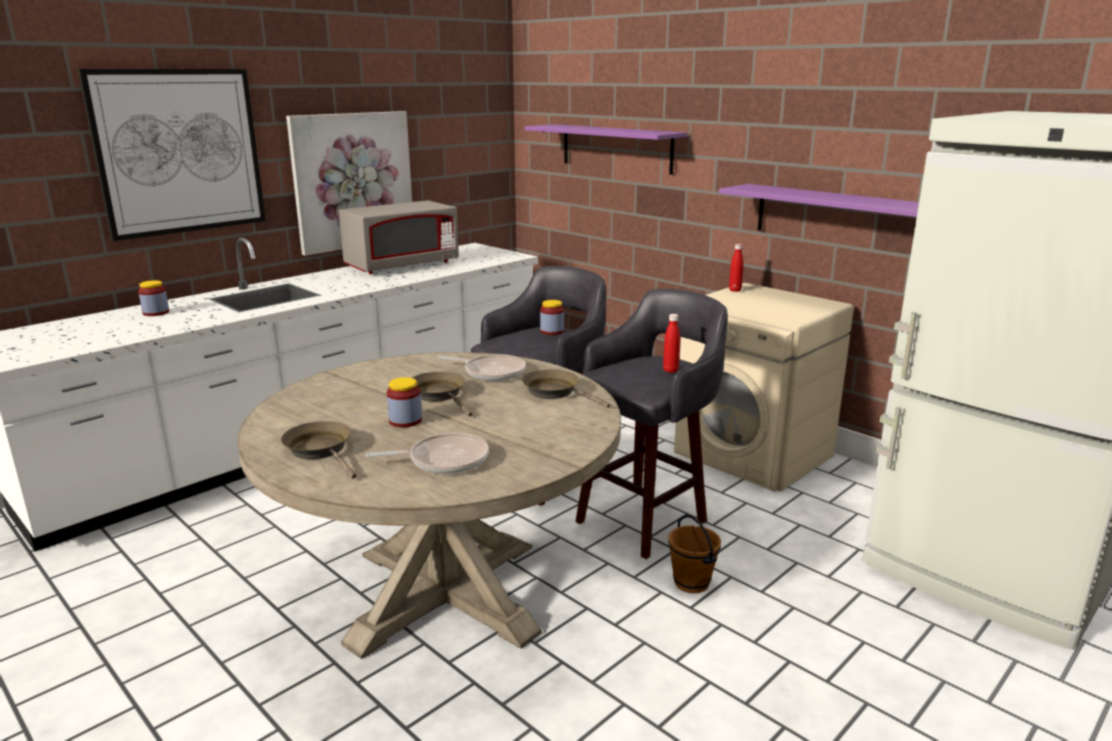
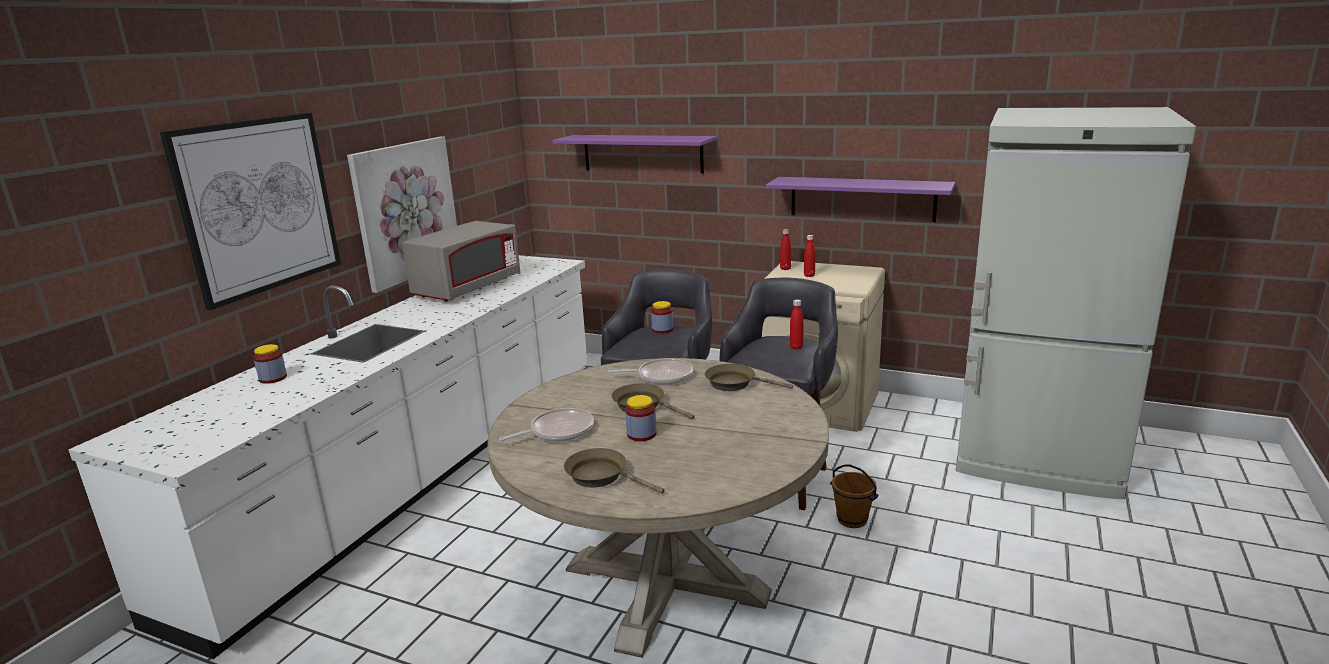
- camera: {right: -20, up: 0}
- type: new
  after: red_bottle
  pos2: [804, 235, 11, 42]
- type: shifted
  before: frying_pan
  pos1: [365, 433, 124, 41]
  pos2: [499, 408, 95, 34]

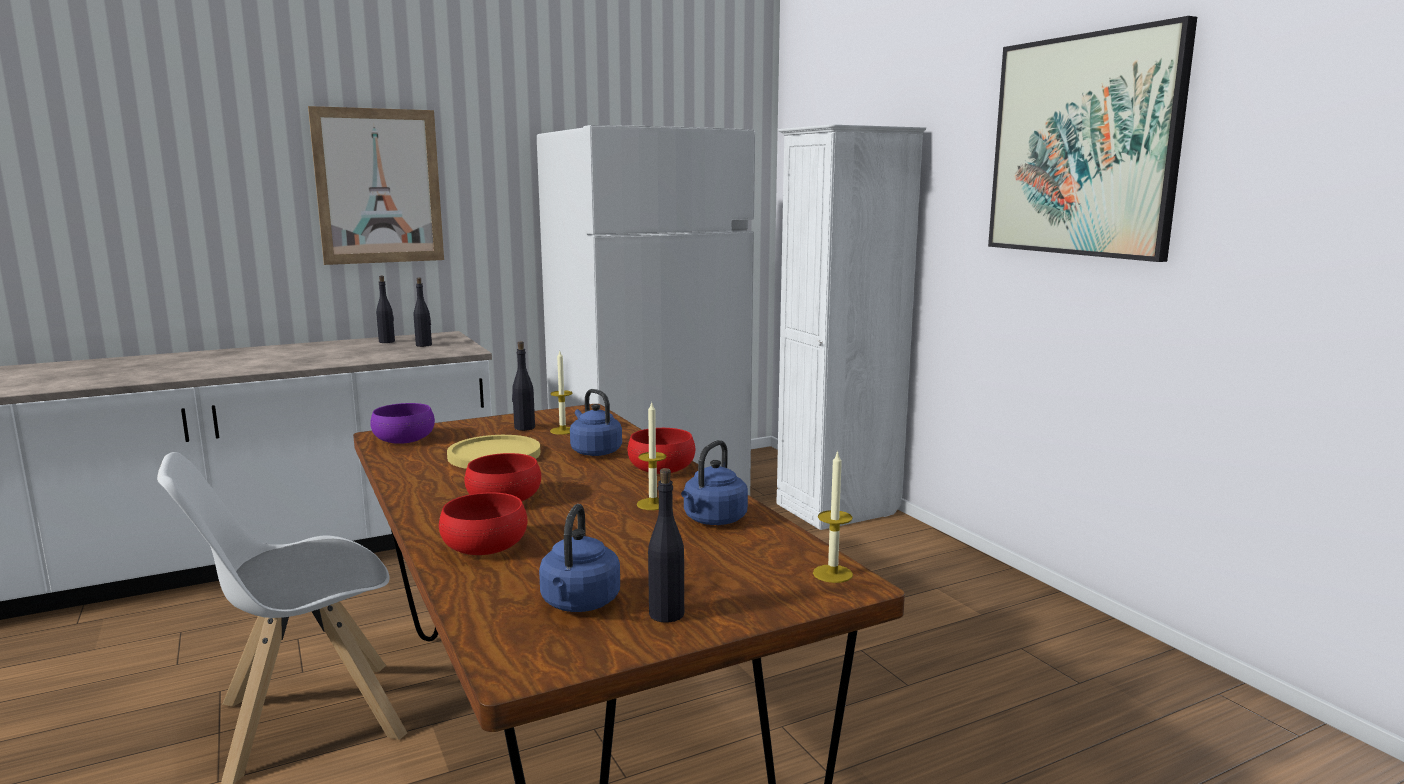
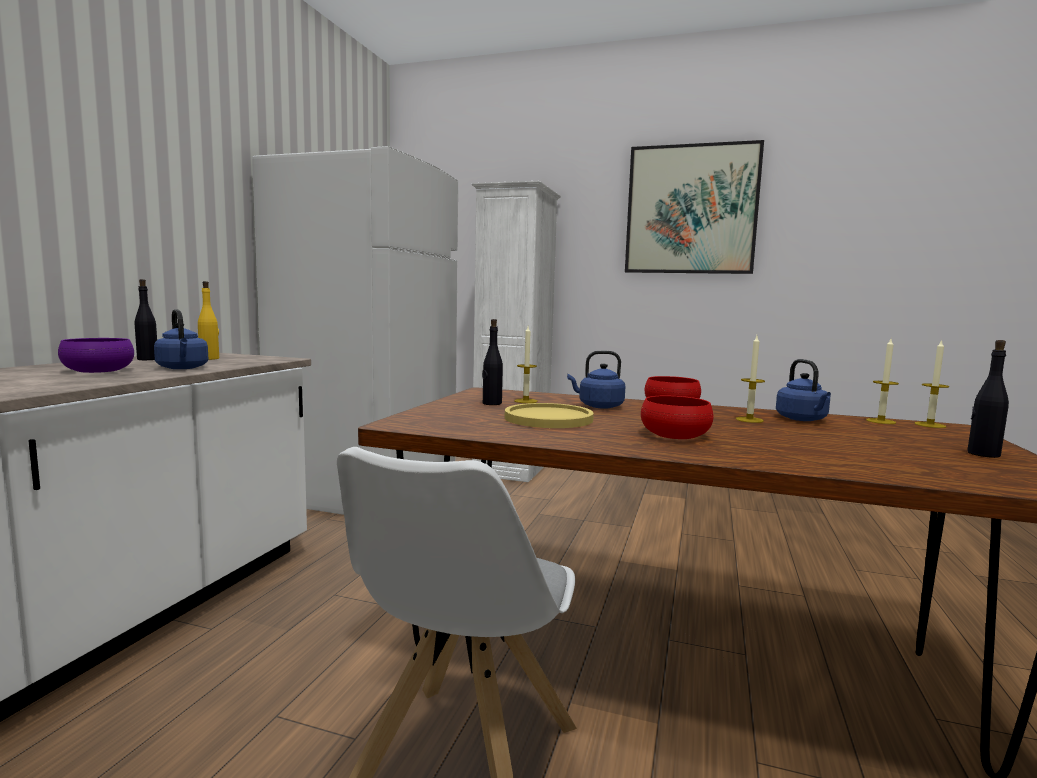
- camera: {right: -45, up: -5}
- type: gone
  before: picture
  pos1: [308, 106, 136, 159]
- type: gone
  before: red_bowl
  pos1: [439, 492, 88, 63]
- type: new
  after: candle
  pos2: [866, 339, 33, 85]
- type: shifted
  before: purple_bowl
  pos1: [370, 403, 65, 41]
  pos2: [58, 338, 76, 35]
- type: shifted
  before: blue_kettle
  pos1: [539, 504, 81, 108]
  pos2: [154, 309, 54, 60]
- type: repainted
  before: black_bottle
  after: yellow_bottle
  pos1: [414, 278, 18, 69]
  pos2: [198, 281, 21, 79]

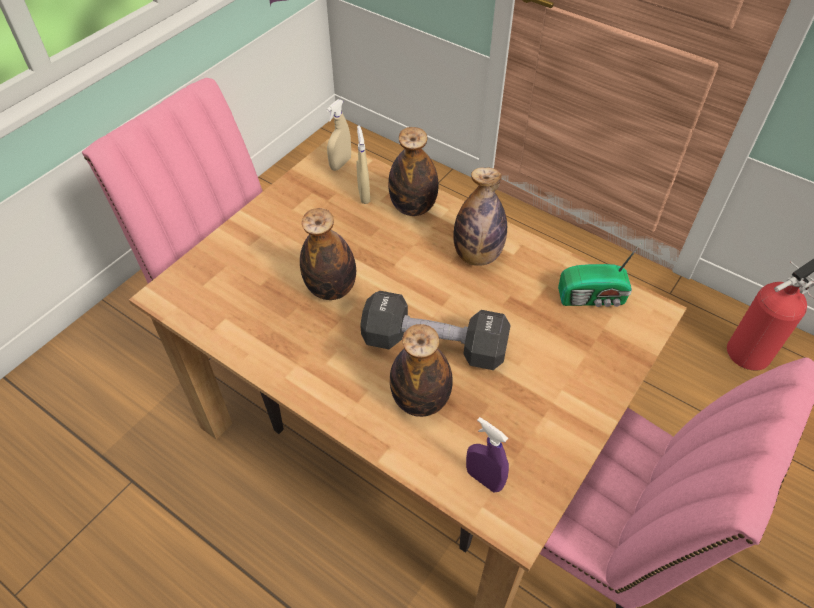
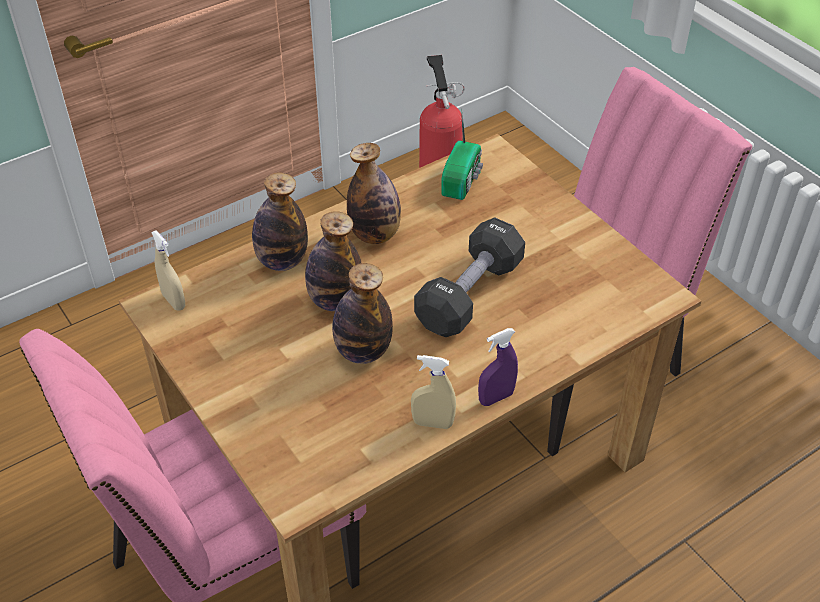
- camera: {right: -70, up: -5}
- type: shifted
  before: beige_spray_bottle
  pos1: [357, 125, 13, 79]
  pos2: [411, 355, 45, 74]
- type: shifted
  before: bottle
  pos1: [390, 324, 63, 93]
  pos2: [305, 211, 56, 100]
- type: shifted
  before: purple_spray_bottle
  pos1: [466, 417, 43, 76]
  pos2: [478, 328, 40, 78]

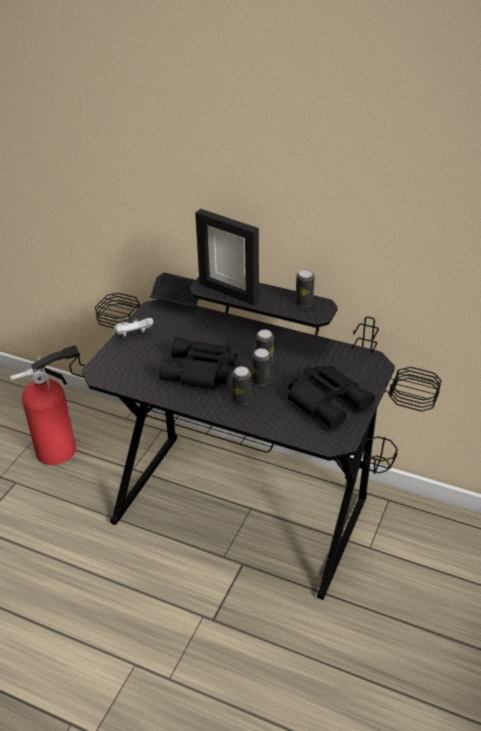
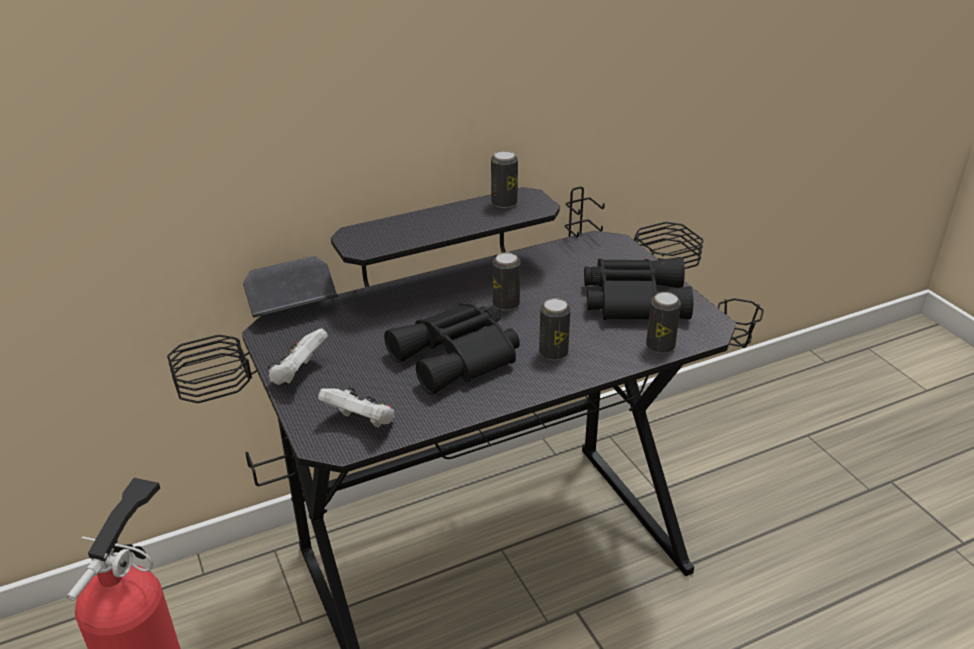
- camera: {right: -50, up: -5}
- type: gone
  before: picture_frame
  pos1: [195, 209, 64, 96]
- type: new
  after: white_game_controller
  pos2: [318, 387, 77, 40]
- type: shifted
  before: can
  pos1: [252, 348, 19, 38]
  pos2: [646, 292, 35, 61]

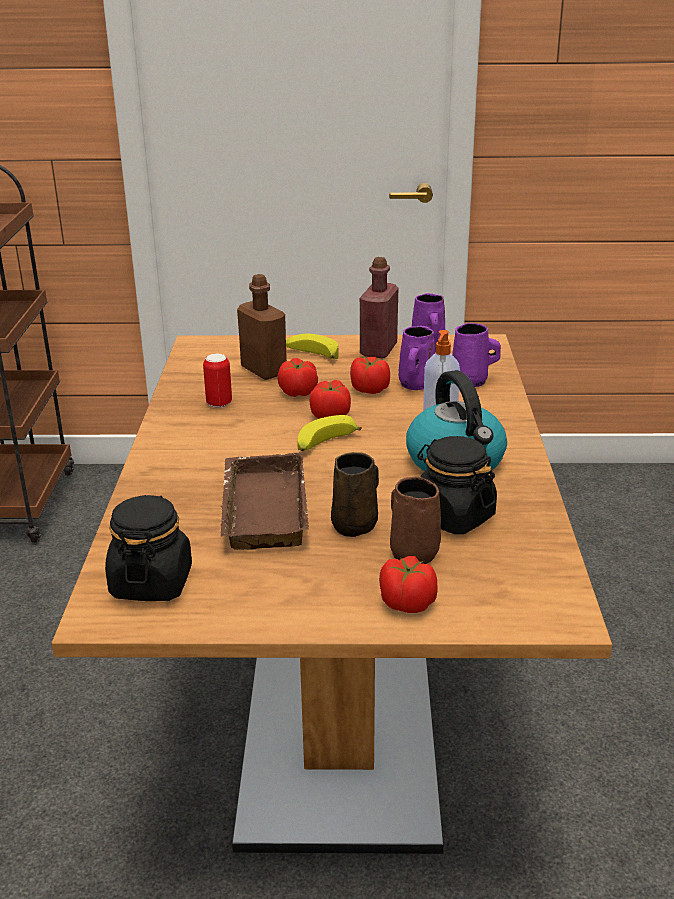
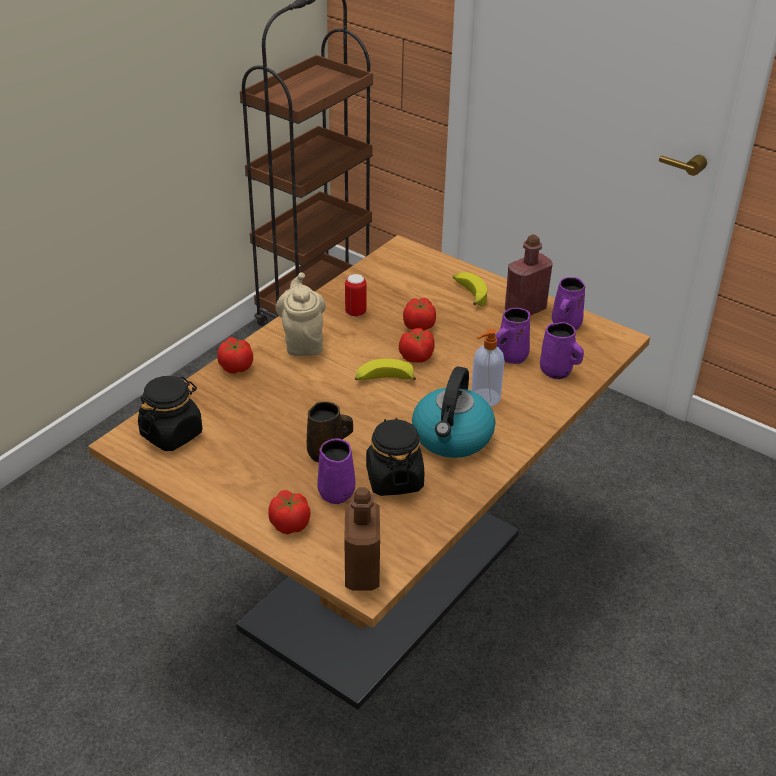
- camera: {right: 35, up: 10}
- type: gone
  before: brown_tray
  pos1: [220, 452, 89, 98]
- type: new
  after: beige_teapot
  pos2: [275, 272, 51, 84]
- type: shifted
  before: brown_bottle
  pos1: [237, 274, 50, 106]
  pos2: [344, 487, 36, 104]
- type: shifted
  before: tomato
  pos1: [350, 357, 40, 37]
  pos2: [217, 337, 36, 37]
- type: repainted
  before: brown_mug
  after: purple_mug
  pos1: [390, 477, 51, 87]
  pos2: [317, 438, 38, 66]

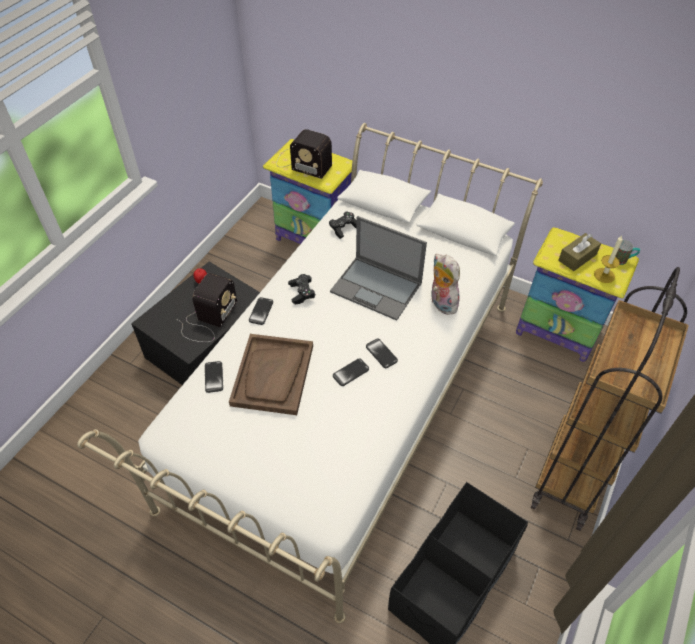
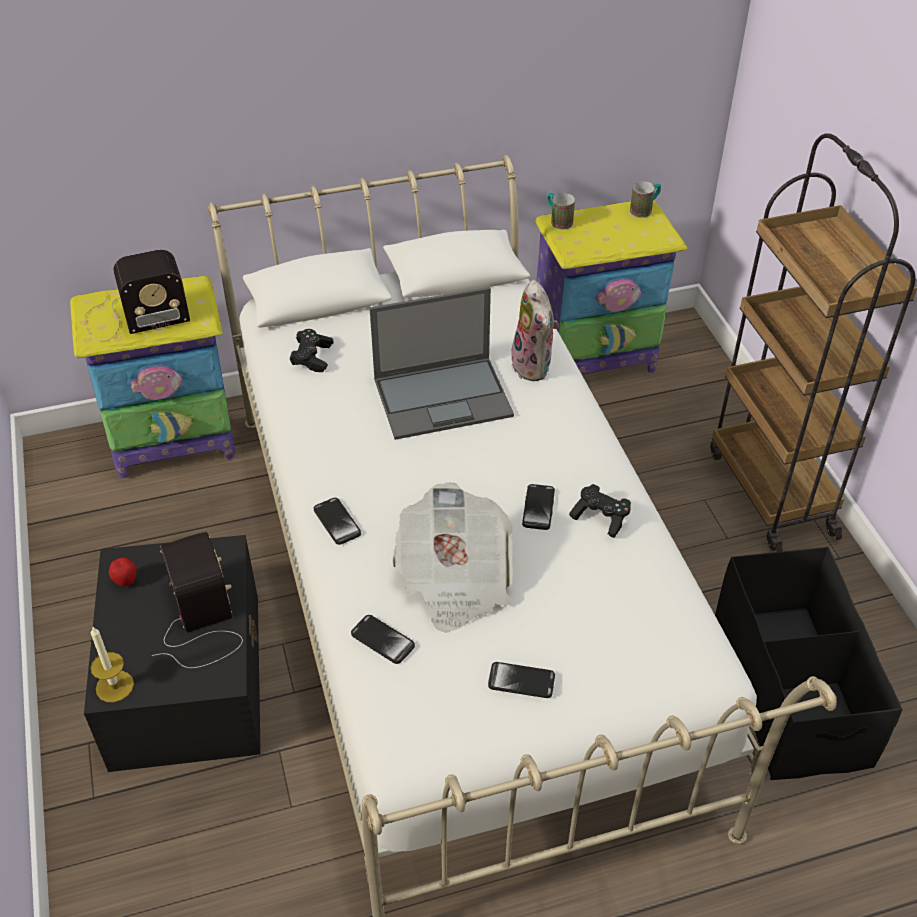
- camera: {right: -45, up: -5}
- type: gone
  before: brown_tissue_box
  pos1: [558, 233, 43, 38]
- type: new
  after: mug
  pos2: [547, 193, 28, 37]
- type: shifted
  before: black_game_controller
  pos1: [288, 274, 27, 30]
  pos2: [569, 484, 62, 54]
- type: shifted
  before: phone
  pos1: [366, 339, 32, 29]
  pos2: [488, 662, 67, 36]
- type: shifted
  before: candle
  pos1: [594, 236, 29, 47]
  pos2: [91, 626, 43, 76]
- type: swapped
  before: brown_tray
  after: newspaper
  pos1: [229, 334, 84, 81]
  pos2: [392, 483, 121, 150]
- type: rotated
  before: plush_toy
  pos1: [431, 254, 29, 61]
  pos2: [511, 280, 48, 101]
  turn: -120

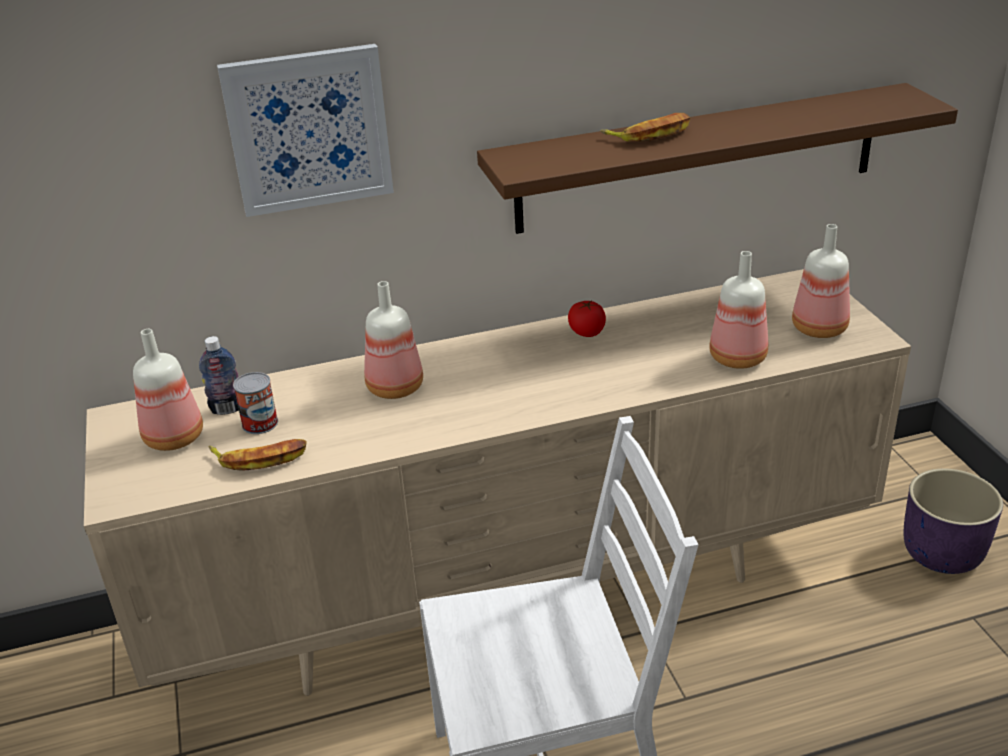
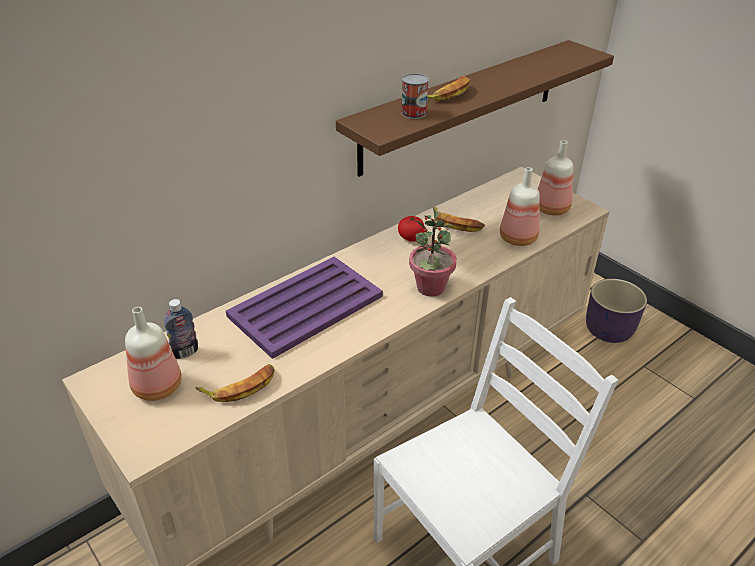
- camera: {right: -25, up: 5}
- type: gone
  before: picture
  pos1: [217, 44, 177, 173]
- type: new
  after: potted_plant
  pos2: [409, 207, 48, 90]
- type: new
  after: banana
  pos2: [434, 206, 51, 26]
- type: shifted
  before: can
  pos1: [233, 372, 45, 62]
  pos2: [401, 73, 28, 46]
- type: swapped
  before: bottle
  after: purple_tray
  pos1: [364, 281, 59, 118]
  pos2: [226, 257, 157, 102]

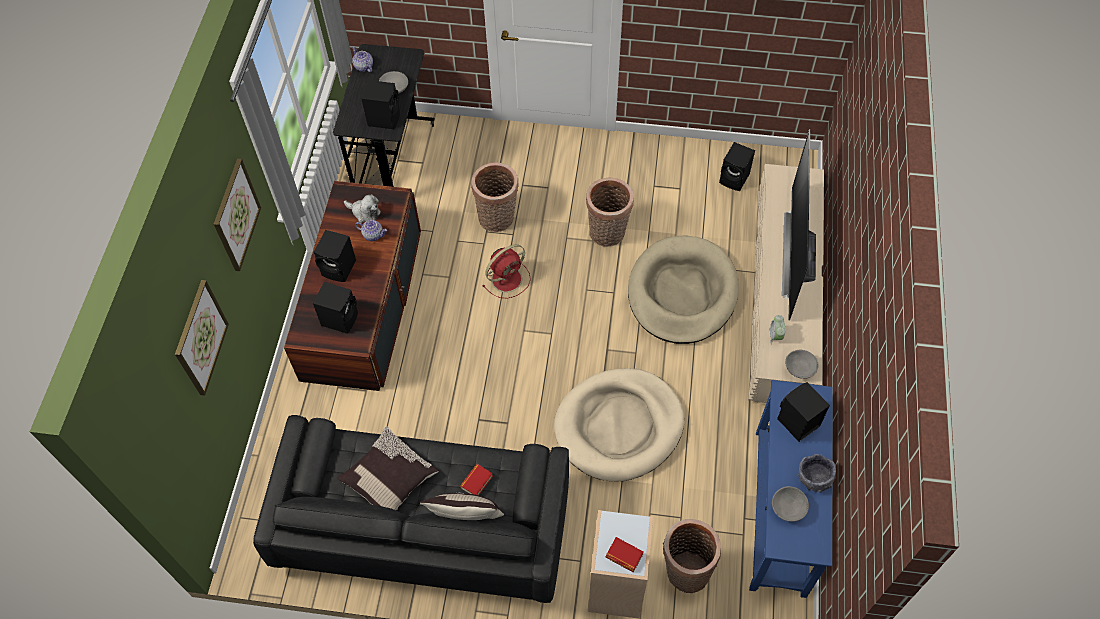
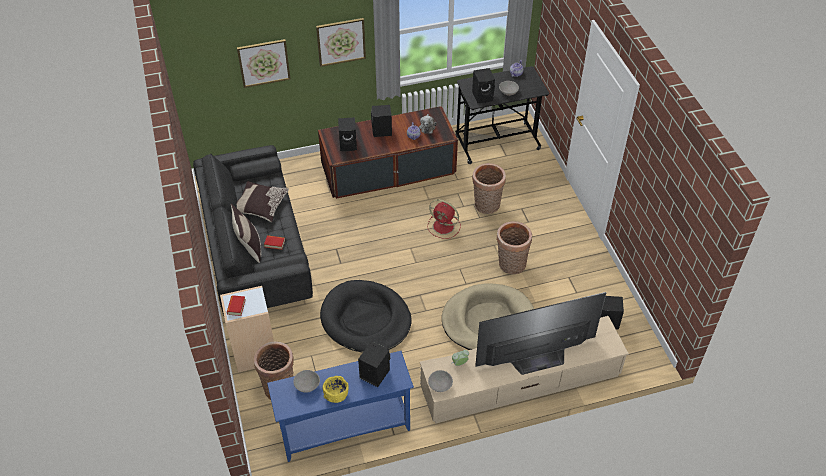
- camera: {right: 65, up: -10}
- type: repainted
  before: beige_dog_bed
  after: black_dog_bed
  pos1: [554, 368, 130, 114]
  pos2: [320, 280, 91, 73]
- type: repainted
  before: grey_bowl
  after: yellow_bowl
  pos1: [798, 454, 38, 39]
  pos2: [323, 376, 26, 27]

